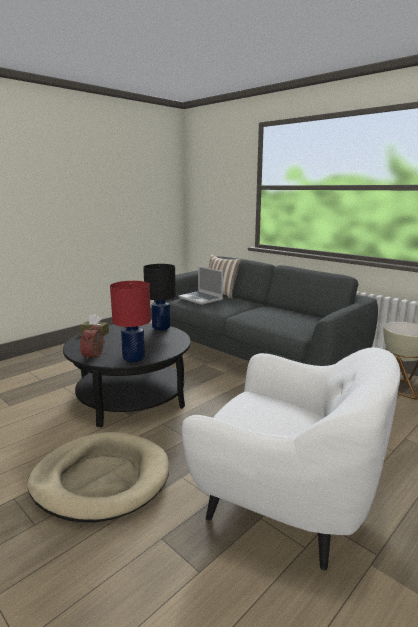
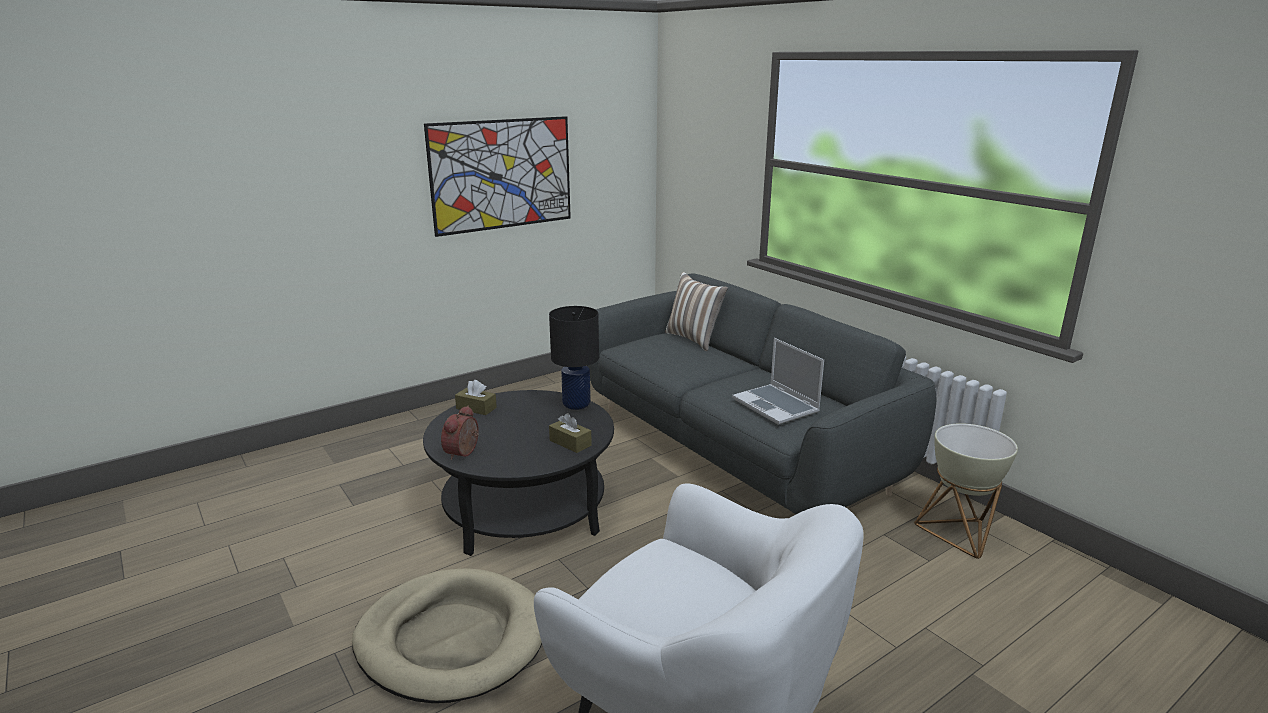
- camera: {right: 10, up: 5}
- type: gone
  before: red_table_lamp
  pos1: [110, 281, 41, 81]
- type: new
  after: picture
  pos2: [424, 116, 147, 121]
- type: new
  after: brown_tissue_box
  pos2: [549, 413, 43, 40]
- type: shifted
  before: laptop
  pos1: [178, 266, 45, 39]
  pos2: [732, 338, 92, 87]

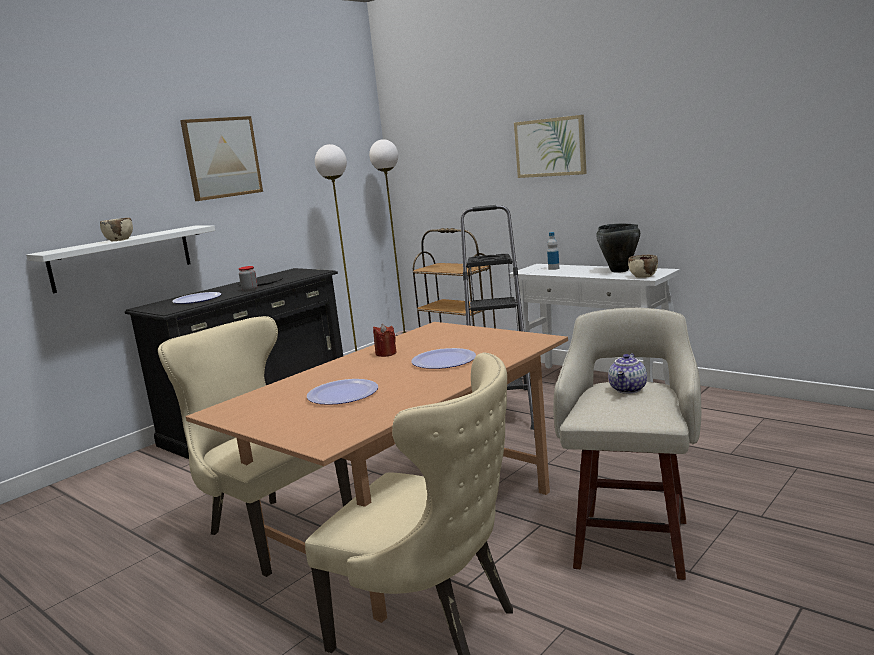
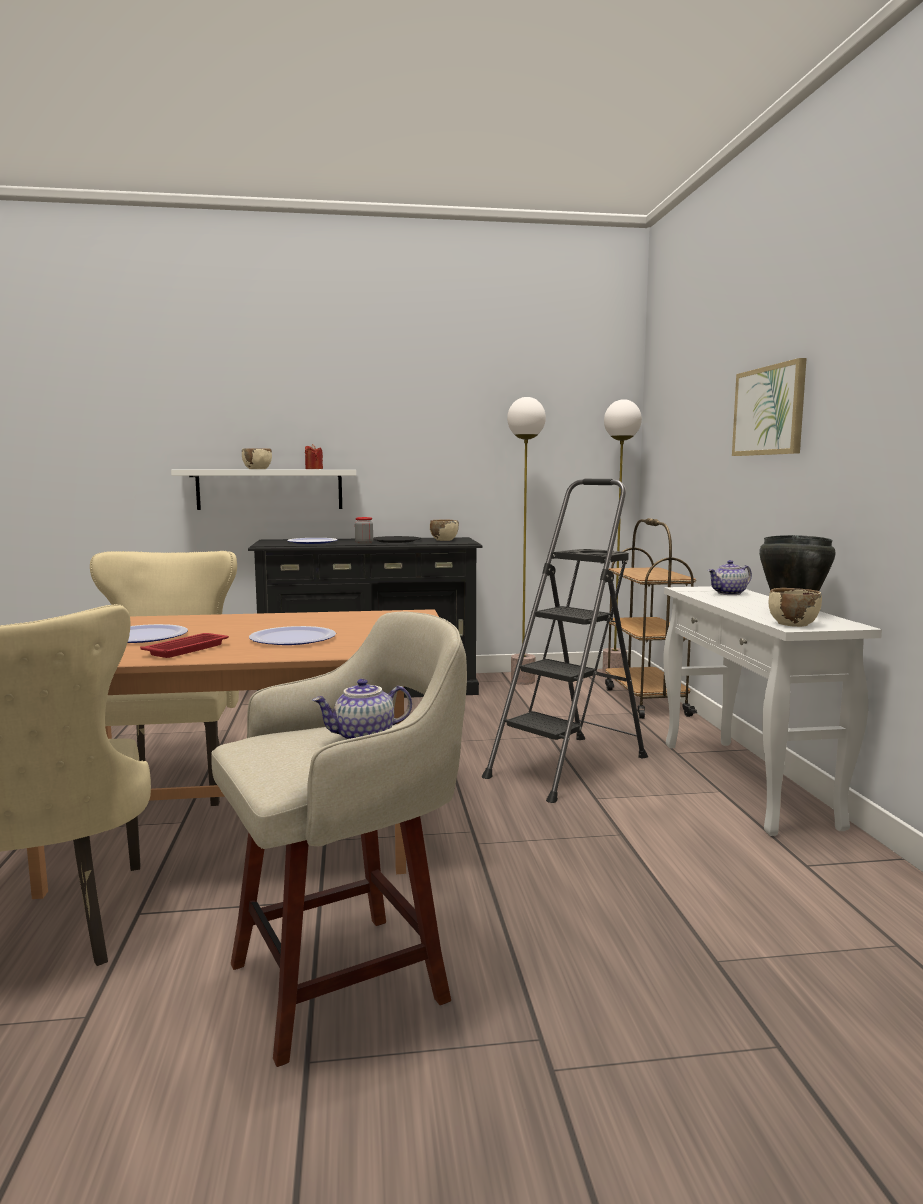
- camera: {right: 40, up: -5}
- type: gone
  before: picture
  pos1: [180, 116, 83, 85]
- type: new
  after: red_tray
  pos2: [140, 633, 89, 25]
- type: new
  after: beige_bowl
  pos2: [430, 519, 29, 22]
- type: shifted
  before: red_candle
  pos1: [373, 324, 24, 33]
  pos2: [305, 444, 18, 25]
- type: swapped
  before: bottle
  after: teapot
  pos1: [547, 232, 12, 38]
  pos2: [708, 560, 44, 35]

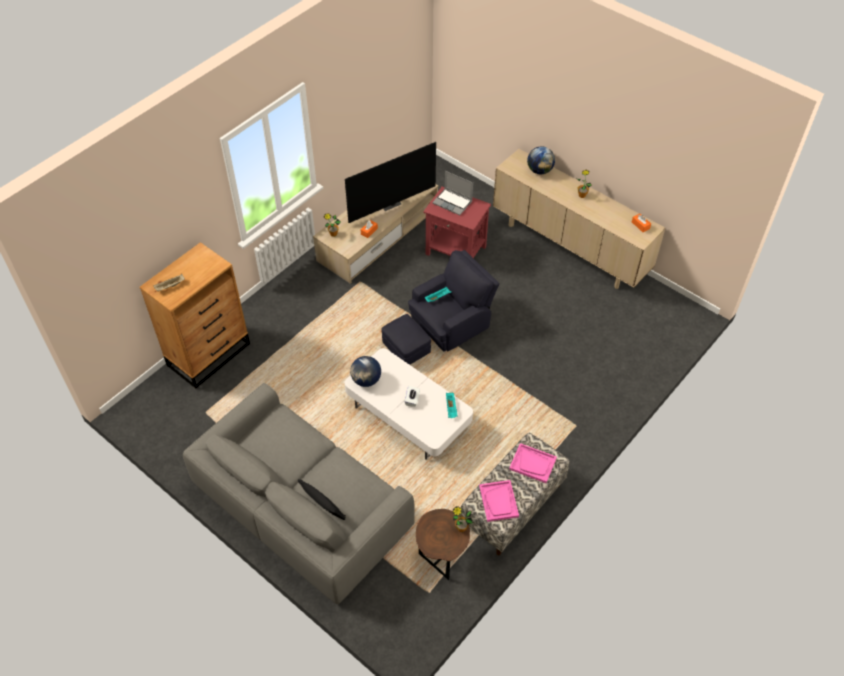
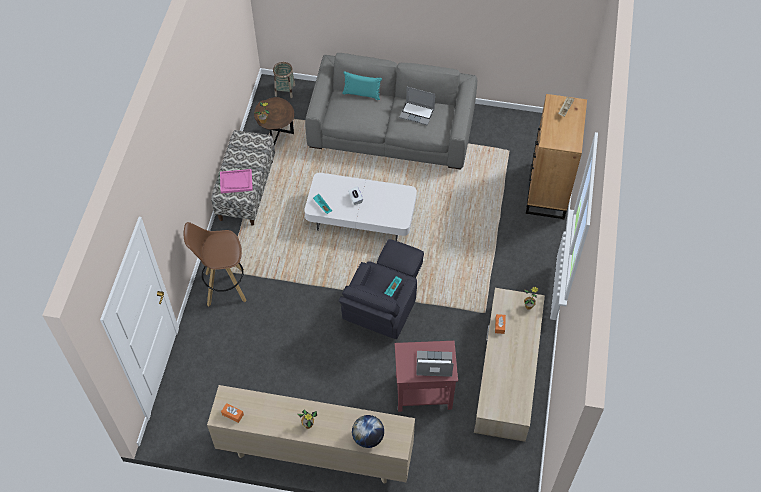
- camera: {right: 150, up: 5}
- type: gone
  before: television
  pos1: [345, 142, 91, 81]
- type: gone
  before: globe
  pos1: [350, 356, 31, 31]
- type: gone
  before: pink_tray
  pos1: [479, 480, 40, 42]
- type: new
  after: brown_stool
  pos2: [184, 222, 63, 84]
- type: new
  after: basket
  pos2: [273, 62, 22, 36]
- type: new
  after: laptop
  pos2: [399, 87, 36, 38]
- type: repainted
  before: black_pillow
  after: turquoise_pillow
  pos1: [298, 479, 48, 41]
  pos2: [342, 71, 40, 29]

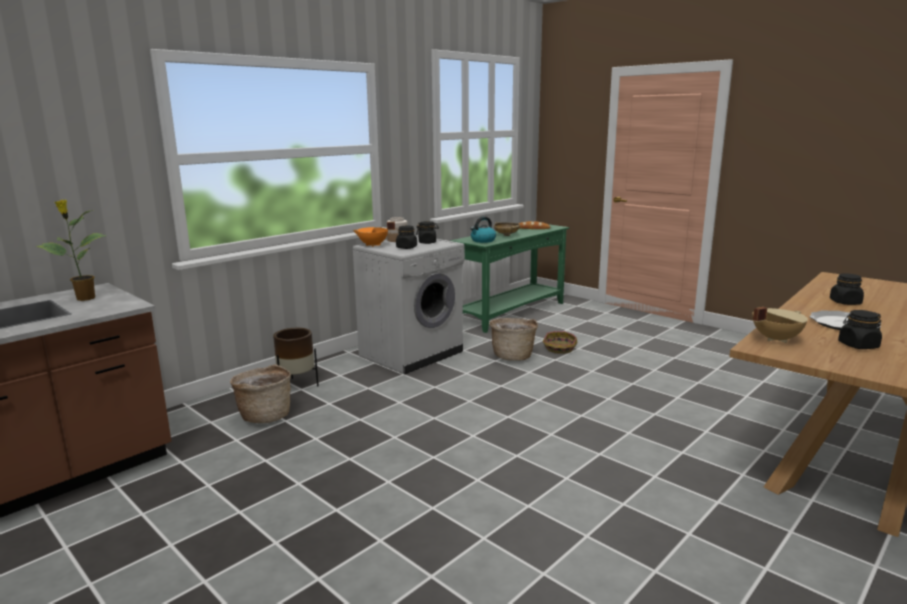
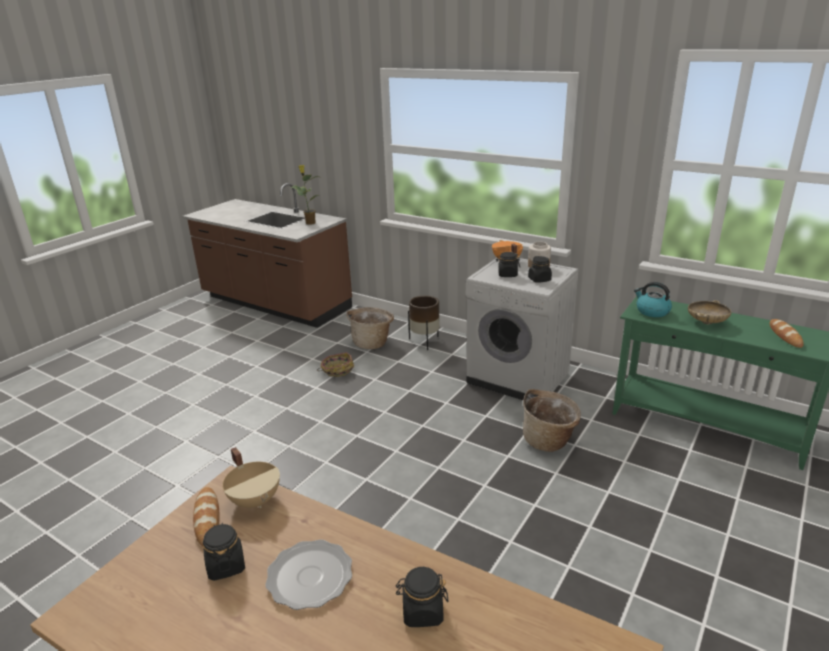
- camera: {right: 80, up: 10}
- type: new
  after: bread
  pos2: [193, 487, 26, 59]
- type: shifted
  before: basket
  pos1: [543, 331, 35, 23]
  pos2: [317, 352, 37, 25]

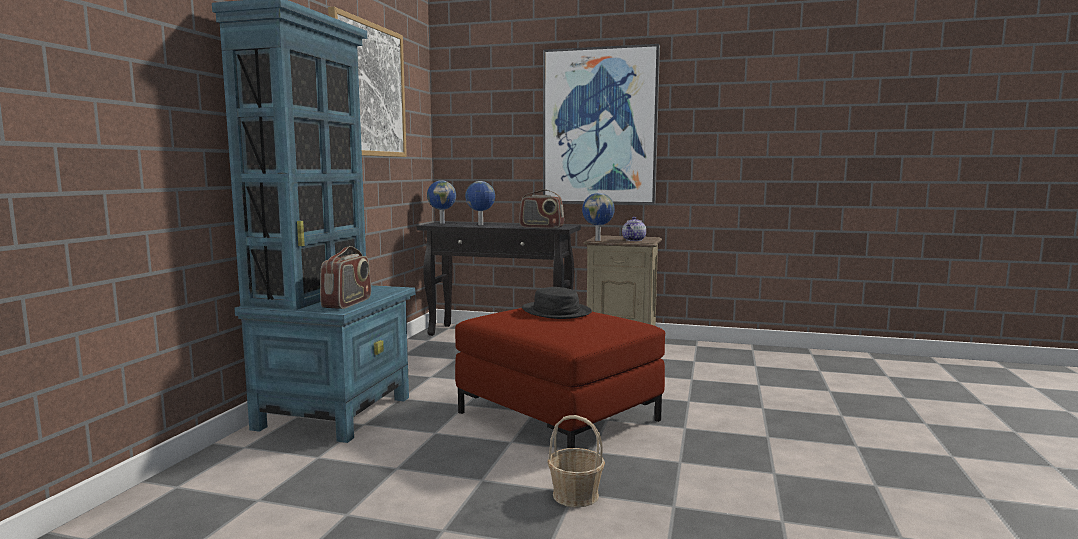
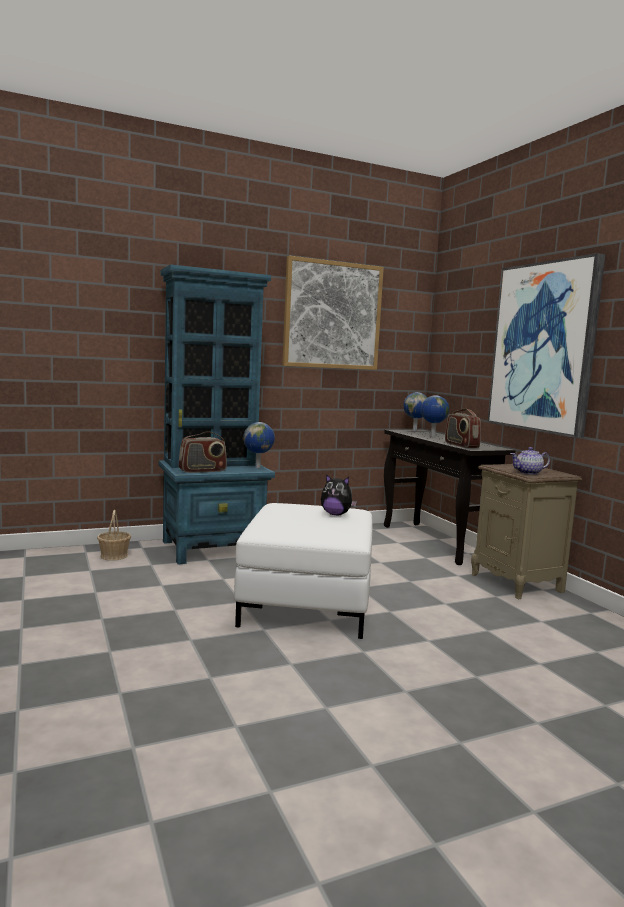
- camera: {right: 50, up: 0}
- type: shifted
  before: basket
  pos1: [547, 415, 58, 92]
  pos2: [97, 510, 34, 51]
- type: shifted
  before: globe
  pos1: [582, 193, 33, 48]
  pos2: [243, 422, 32, 46]
- type: swapped
  before: black_hat
  after: plush_toy
  pos1: [522, 287, 70, 32]
  pos2: [321, 474, 36, 41]
- type: repainted
  before: red_ottoman
  after: white_ottoman
  pos1: [455, 308, 210, 140]
  pos2: [234, 503, 138, 136]

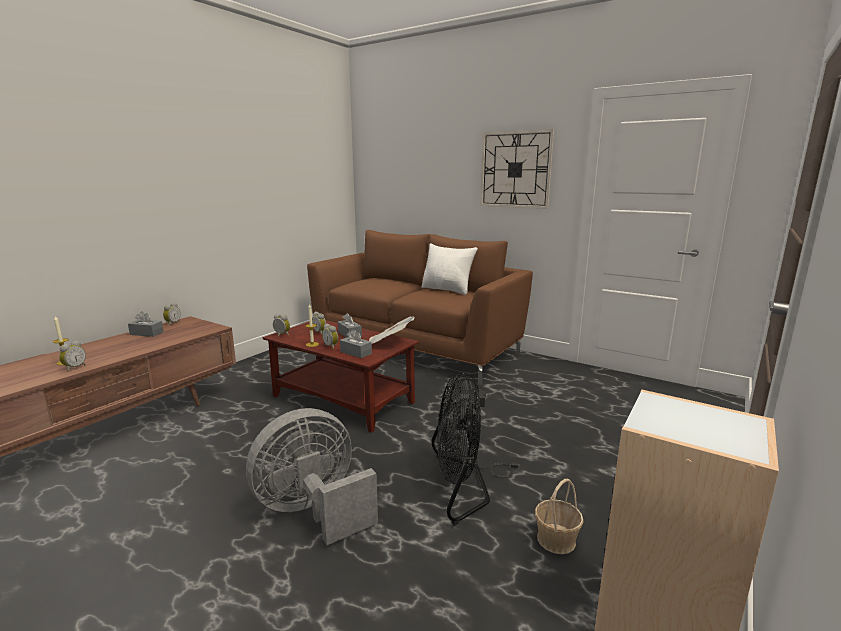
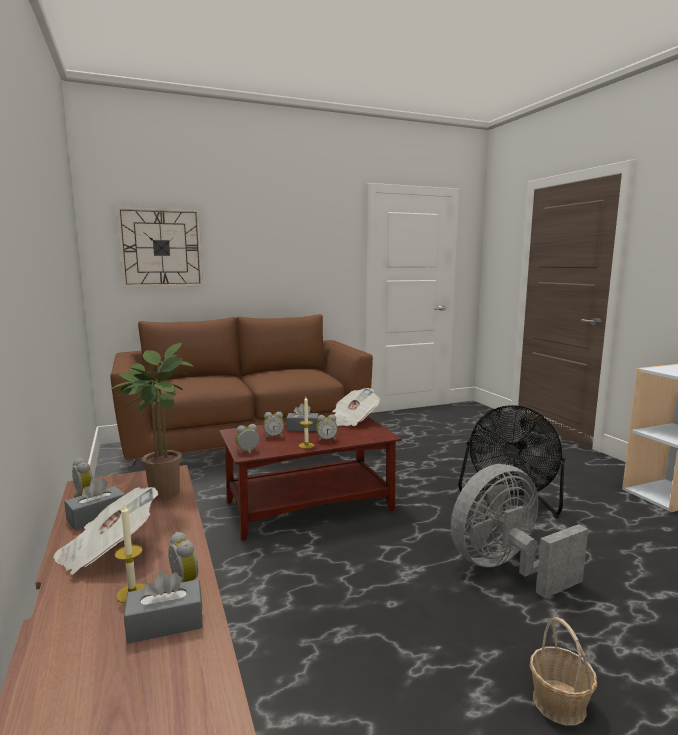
- camera: {right: -55, up: -5}
- type: gone
  before: white_pillow
  pos1: [422, 243, 56, 52]
- type: new
  after: newspaper
  pos2: [53, 487, 105, 88]
- type: new
  after: potted_plant
  pos2: [112, 343, 81, 156]
- type: shifted
  before: grey_tissue_box
  pos1: [340, 329, 32, 29]
  pos2: [124, 571, 79, 73]
- type: shifted
  before: wall_clock
  pos1: [480, 129, 74, 80]
  pos2: [116, 206, 87, 82]
- type: shifted
  before: basket
  pos1: [535, 479, 49, 75]
  pos2: [530, 617, 67, 109]
- type: rotated
  before: grey_fan
  pos1: [246, 408, 132, 137]
  pos2: [451, 464, 137, 134]
  turn: 60

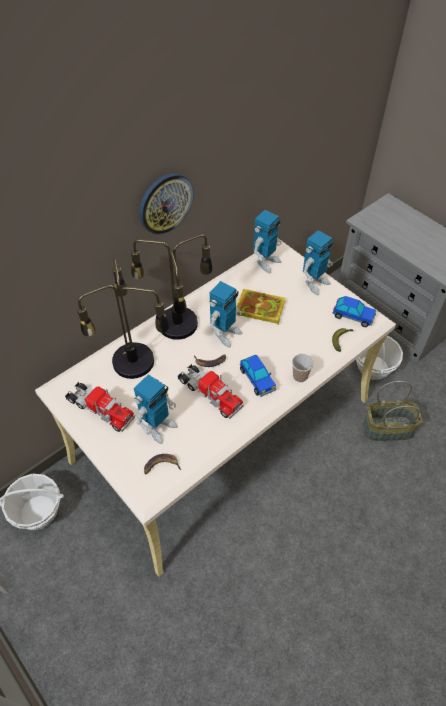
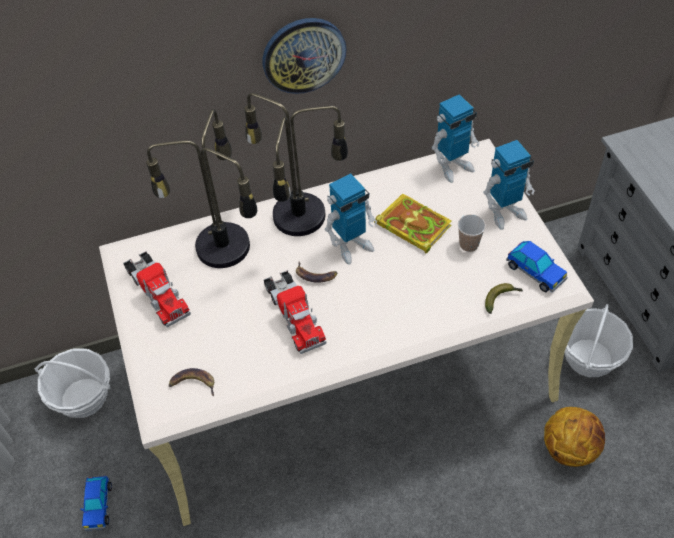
- camera: {right: 25, up: 0}
- type: gone
  before: toy_robot
  pos1: [134, 374, 44, 70]
- type: shifted
  before: toy_car
  pos1: [240, 355, 36, 42]
  pos2: [80, 476, 32, 55]
- type: shifted
  before: cup
  pos1: [292, 354, 22, 28]
  pos2: [458, 214, 28, 38]
- type: swapped
  before: basket
  after: basketball
  pos1: [363, 381, 60, 60]
  pos2: [544, 407, 61, 60]

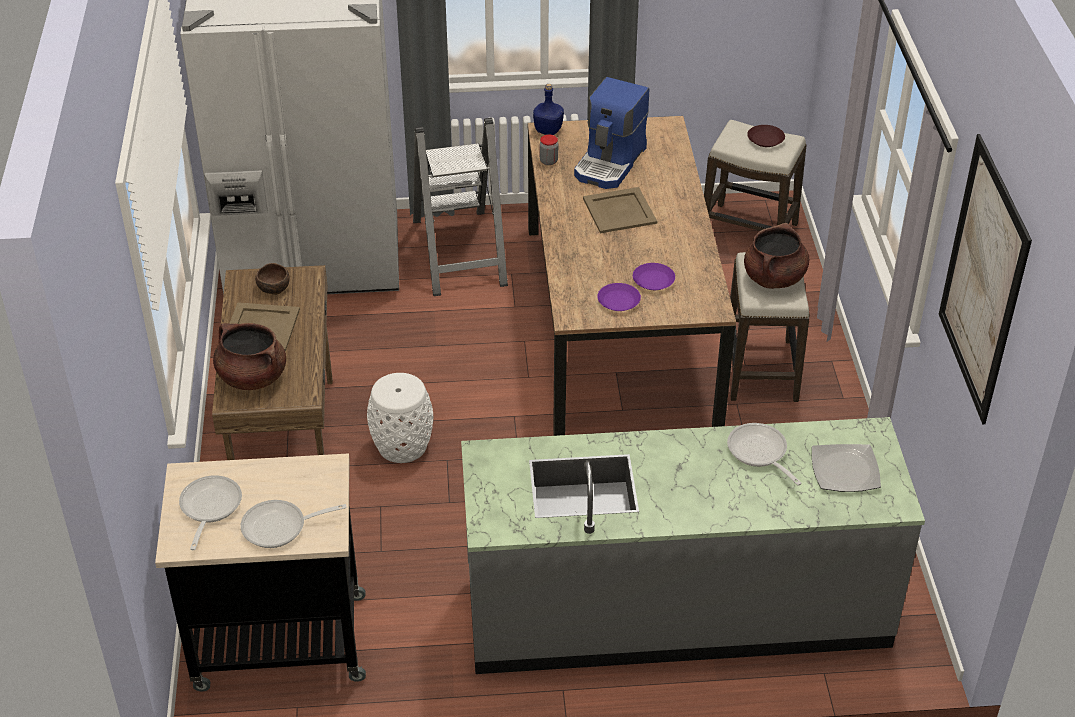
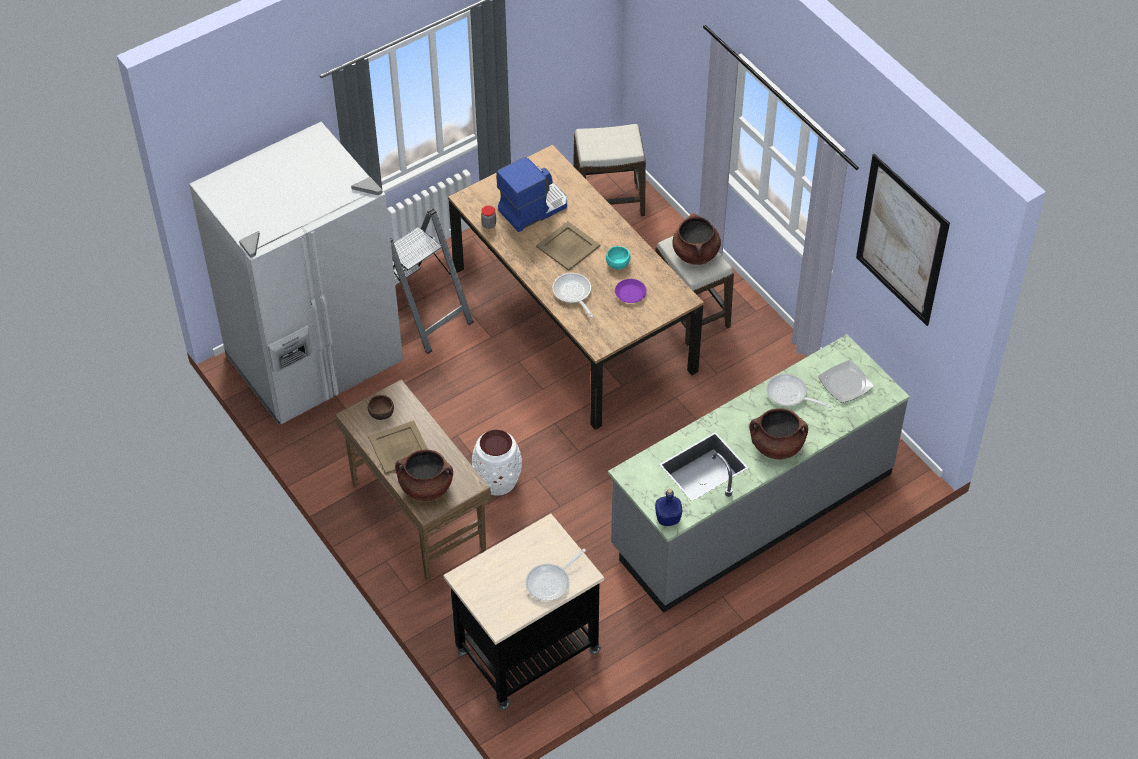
- camera: {right: -30, up: 10}
- type: gone
  before: purple_plate
  pos1: [597, 283, 44, 28]
- type: new
  after: turquoise_bowl
  pos2: [606, 246, 24, 24]
- type: new
  after: brown_cooking_pot
  pos2: [750, 408, 58, 51]
- type: shifted
  before: frying_pan
  pos1: [179, 475, 63, 75]
  pos2: [553, 273, 41, 45]
- type: shifted
  before: blue_bottle
  pos1: [533, 84, 31, 51]
  pos2: [655, 489, 27, 37]
- type: shifted
  before: brown_plate
  pos1: [747, 125, 38, 22]
  pos2: [480, 430, 32, 26]
- type: rotated
  before: coffee_machine
  pos1: [574, 77, 75, 112]
  pos2: [496, 157, 71, 75]
  turn: -120

